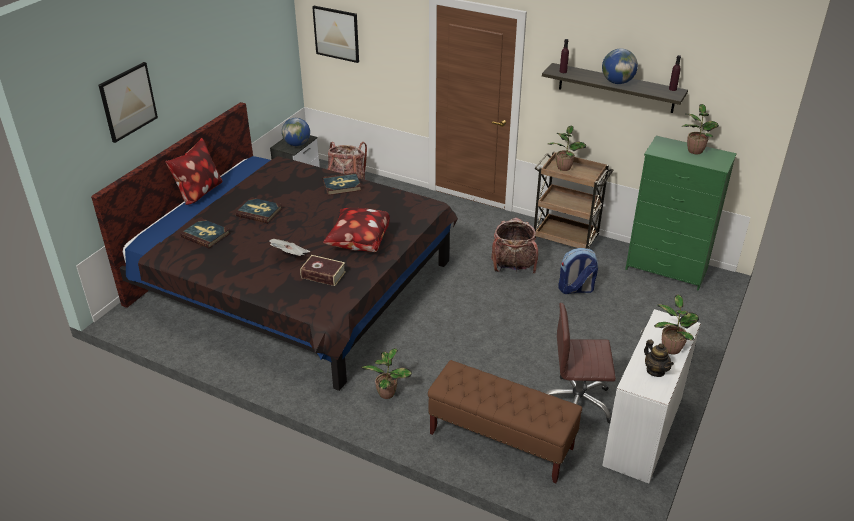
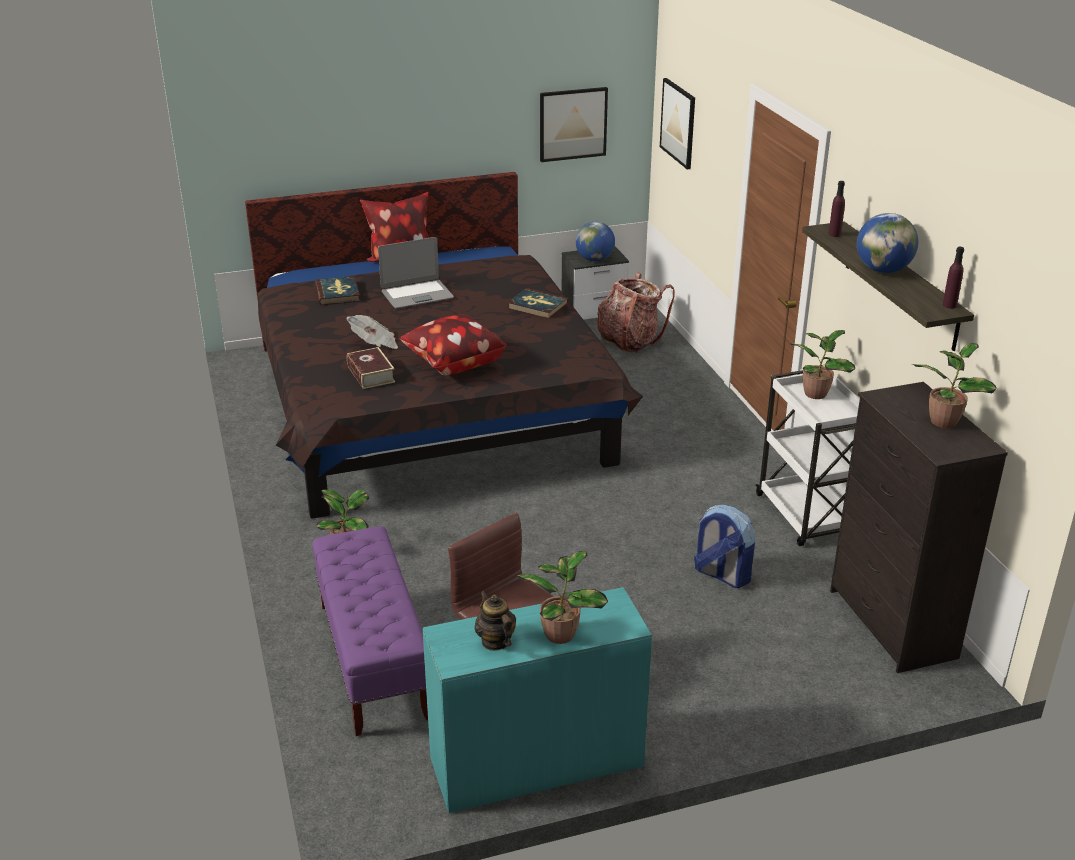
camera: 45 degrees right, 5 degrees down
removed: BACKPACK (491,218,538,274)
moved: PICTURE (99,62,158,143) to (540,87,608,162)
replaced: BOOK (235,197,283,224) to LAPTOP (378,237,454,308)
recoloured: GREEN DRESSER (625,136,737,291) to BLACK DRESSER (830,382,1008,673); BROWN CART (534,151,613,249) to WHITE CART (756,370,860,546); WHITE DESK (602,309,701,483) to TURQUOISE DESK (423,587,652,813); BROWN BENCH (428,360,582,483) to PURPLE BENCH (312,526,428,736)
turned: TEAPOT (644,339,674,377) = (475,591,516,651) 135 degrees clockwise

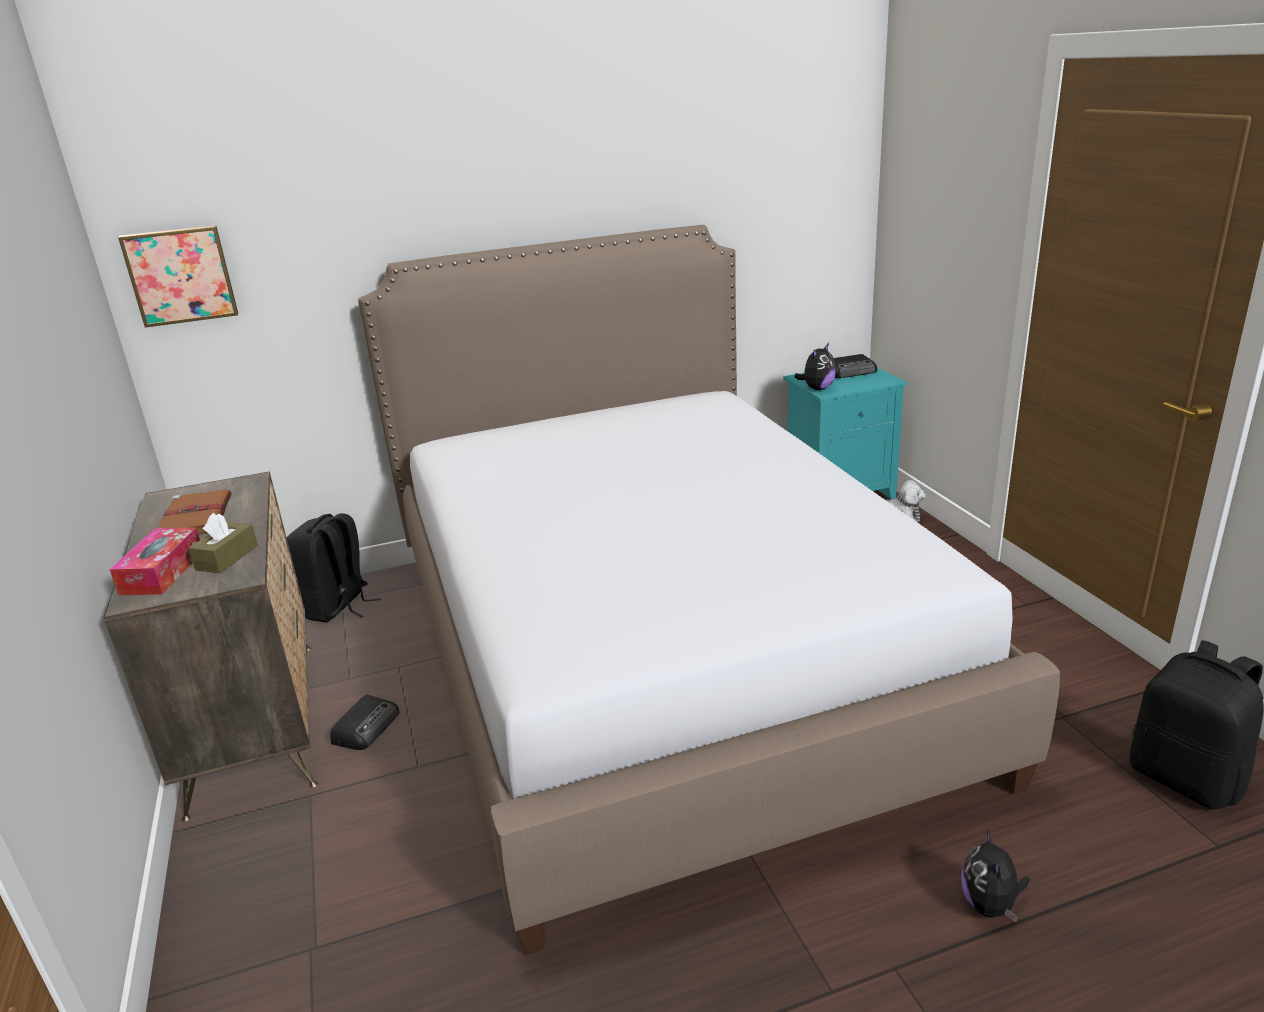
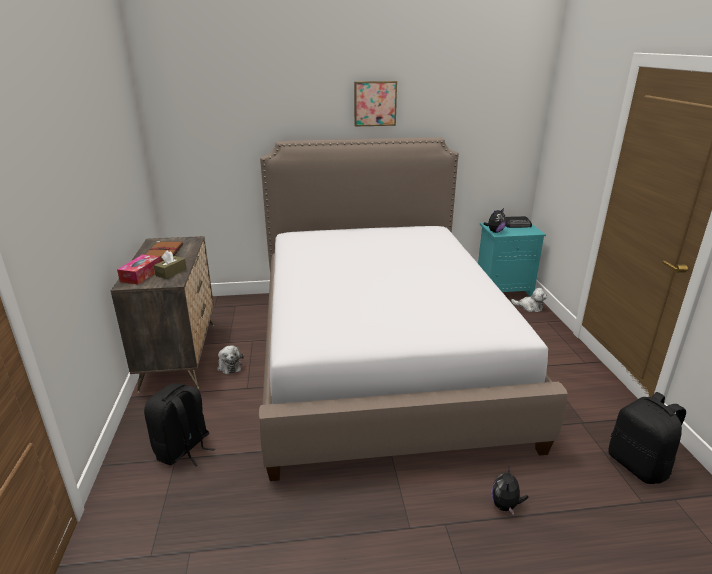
camera: 10 degrees right, 0 degrees up
moved: PICTURE (118,225,238,328) to (354,81,397,126); BLACK BACKPACK (287,513,381,623) to (144,383,215,467)
replaced: RADIO (330,695,399,750) to PLUSH TOY (217,345,244,374)

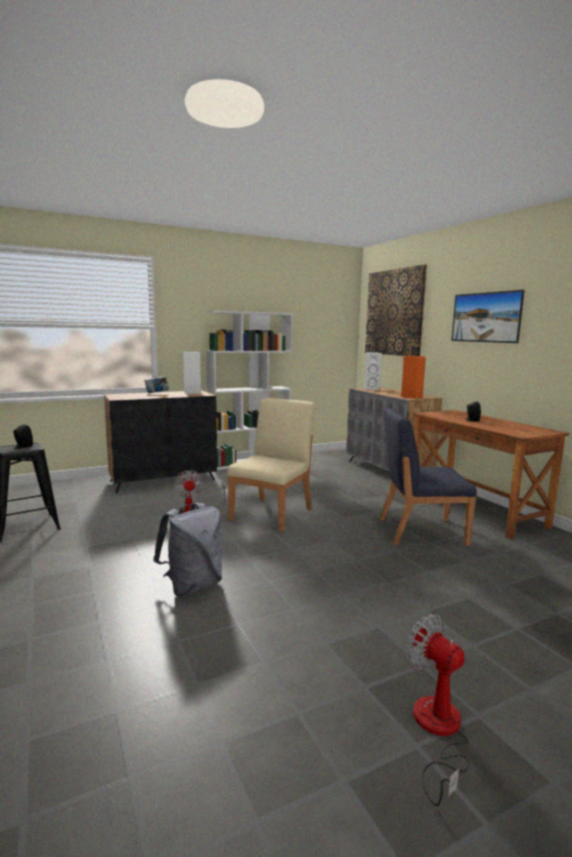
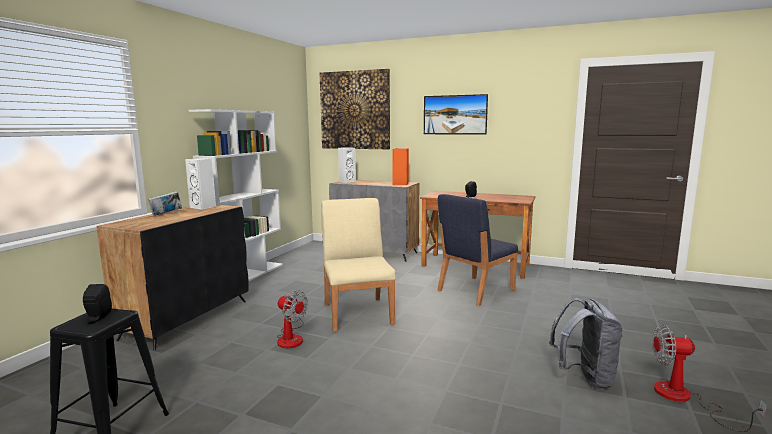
camera: 40 degrees left, 0 degrees up
moved: GREY BACKPACK (153,503,222,596) to (549,298,623,389)

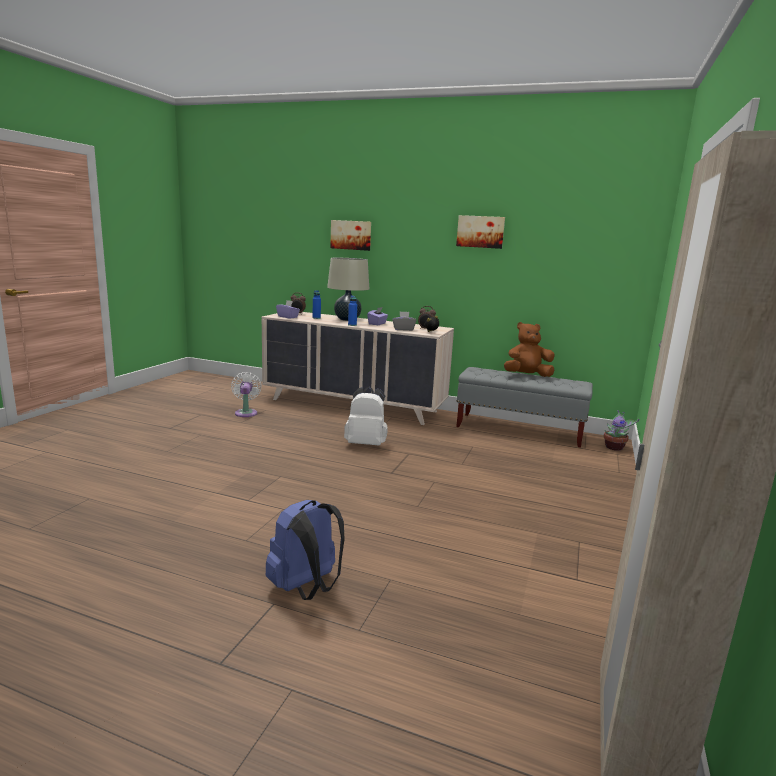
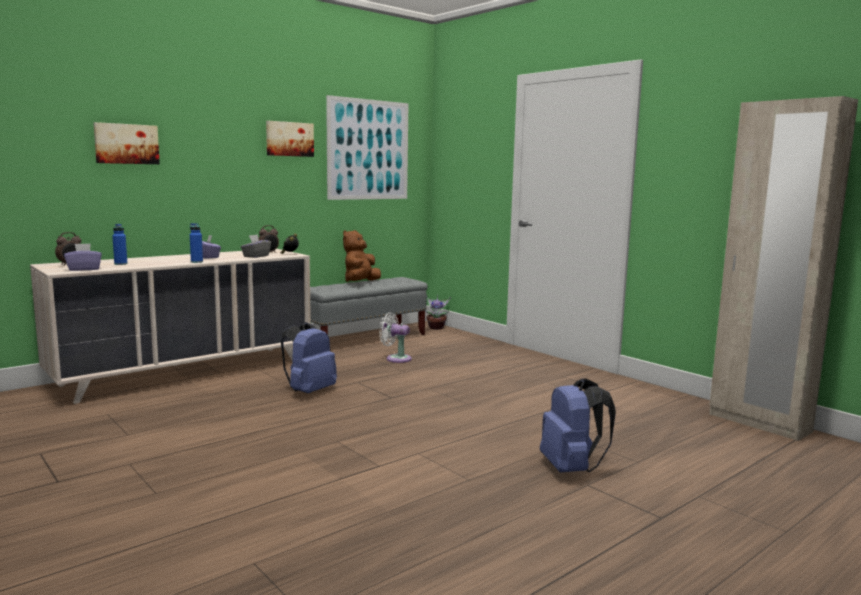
camera: 60 degrees left, 5 degrees down
removed: BEIGE TABLE LAMP (327,258,369,321)
added: PICTURE (326,95,408,200)
moved: WHITE FAN (231,372,261,417) to (379,312,412,363)
recoloured: WHITE BACKPACK (344,387,388,446) to BLUE BACKPACK (281,322,337,393)

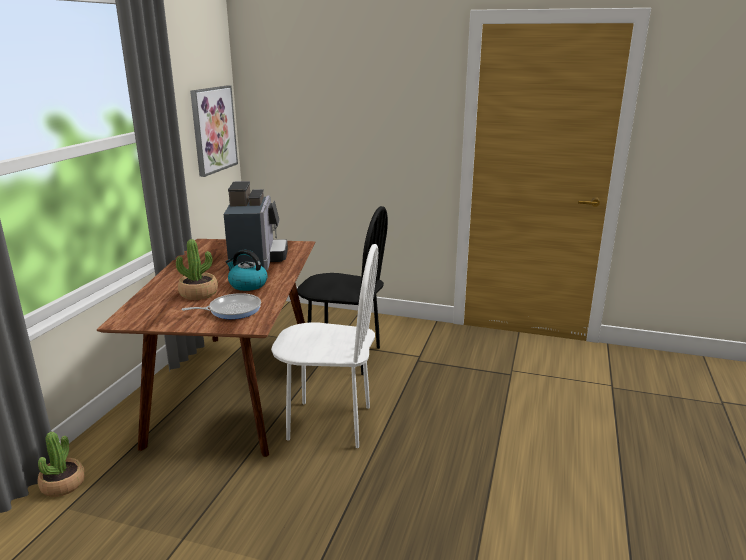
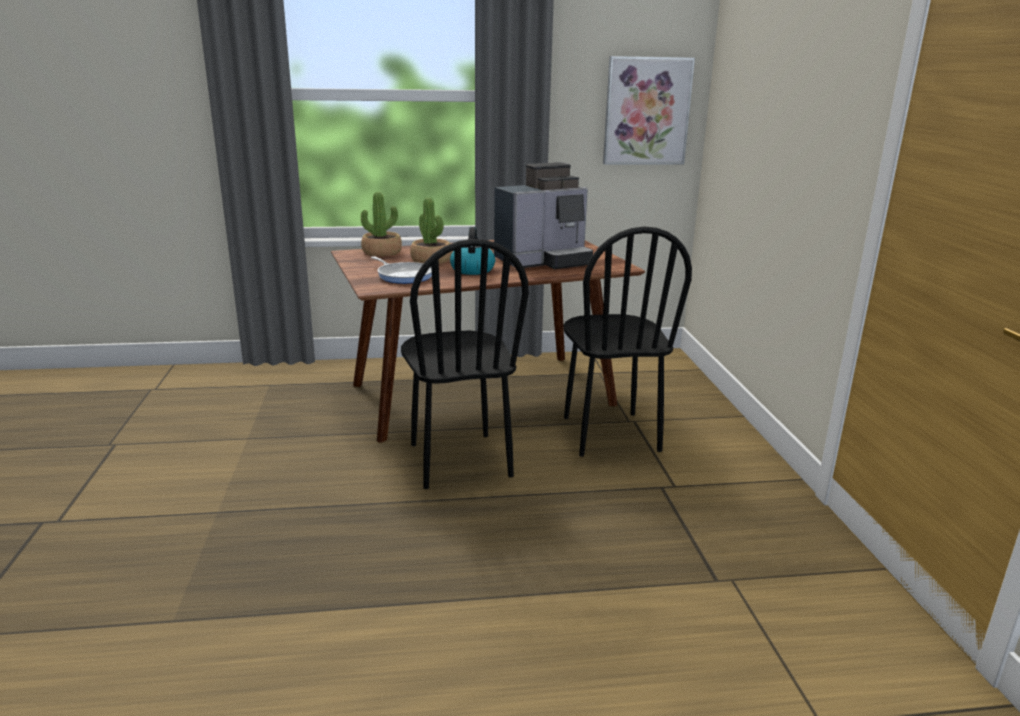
camera: 65 degrees right, 0 degrees up
moved: POTTED PLANT (37,432,85,497) to (361,192,402,256)
recoloured: WHITE CHAIR (271,244,378,448) to BLACK CHAIR (401,239,529,489)

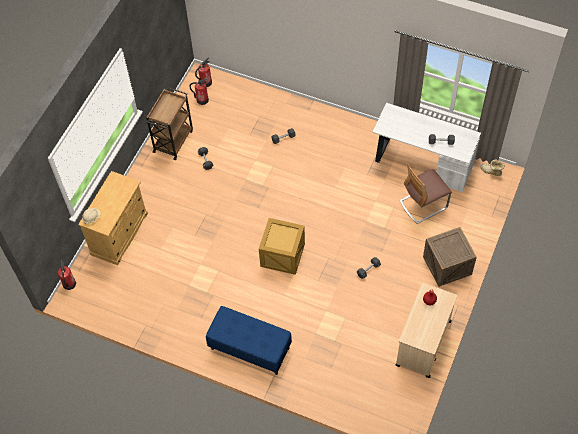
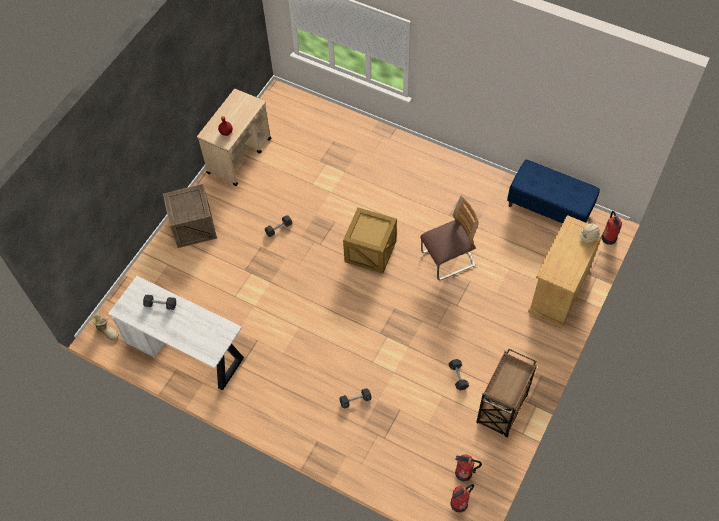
camera: 175 degrees left, 0 degrees up
moved: CHAIR (400,163,452,224) to (420,196,479,280); BLUE BENCH (206,306,292,375) to (507,160,600,224)

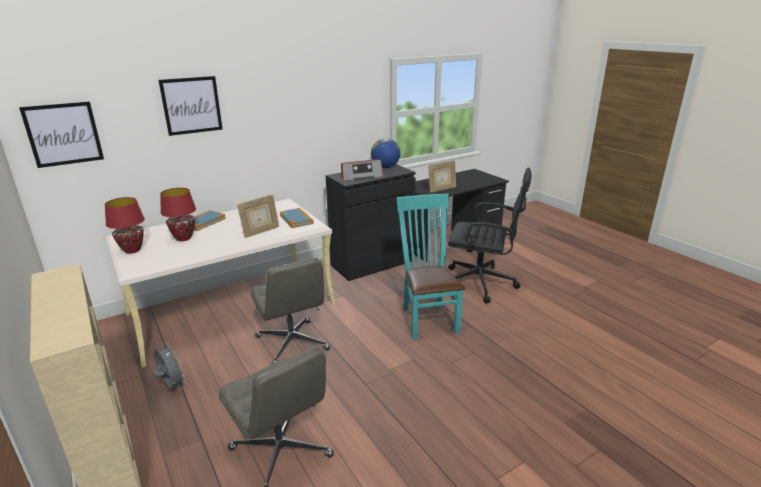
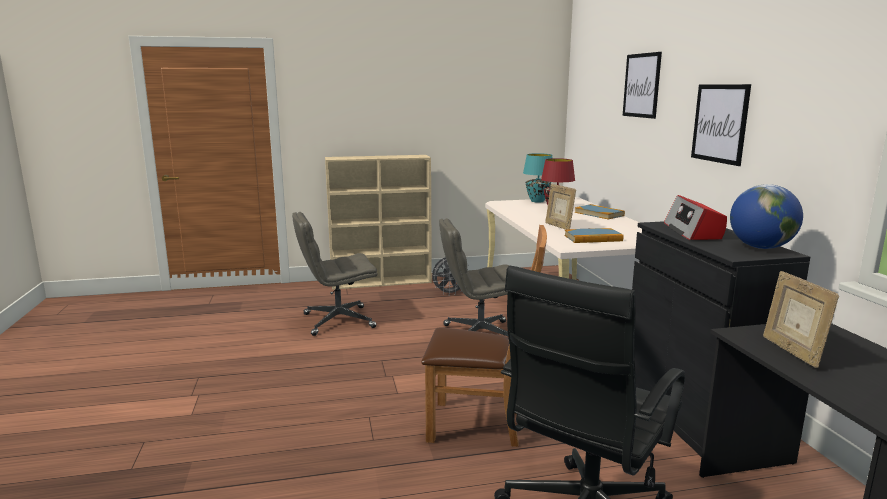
camera: 110 degrees right, 10 degrees down
moved: PICTURE (19,101,104,168) to (691,84,751,166)
recoloured: TURQUOISE CHAIR (396,194,465,339) to BROWN CHAIR (421,225,547,447); RED TABLE LAMP (105,197,145,254) to TURQUOISE TABLE LAMP (523,153,553,203)

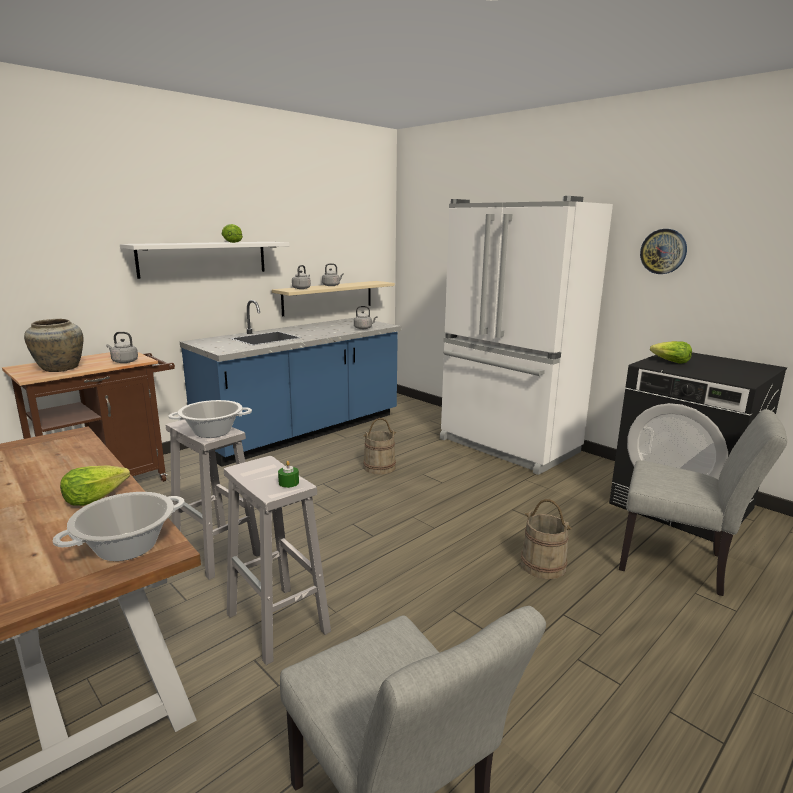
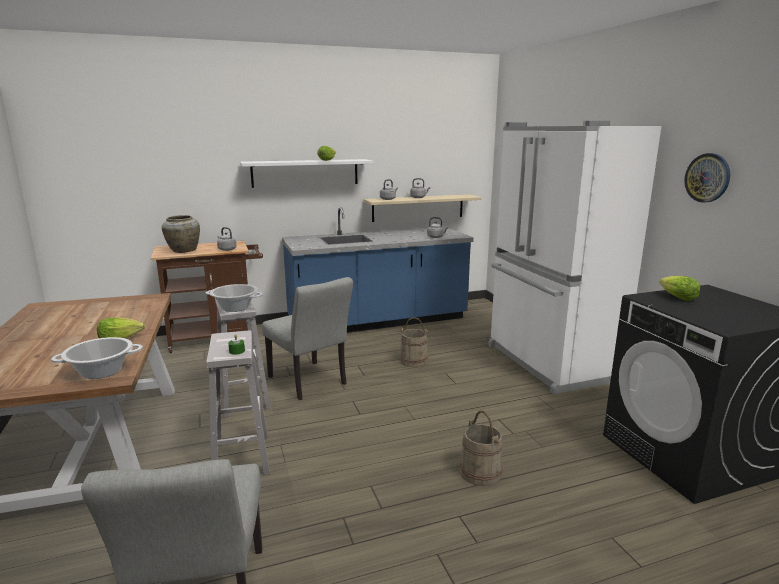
camera: 25 degrees right, 0 degrees up
moved: GREY CHAIR (619,409,787,596) to (262,277,353,400)

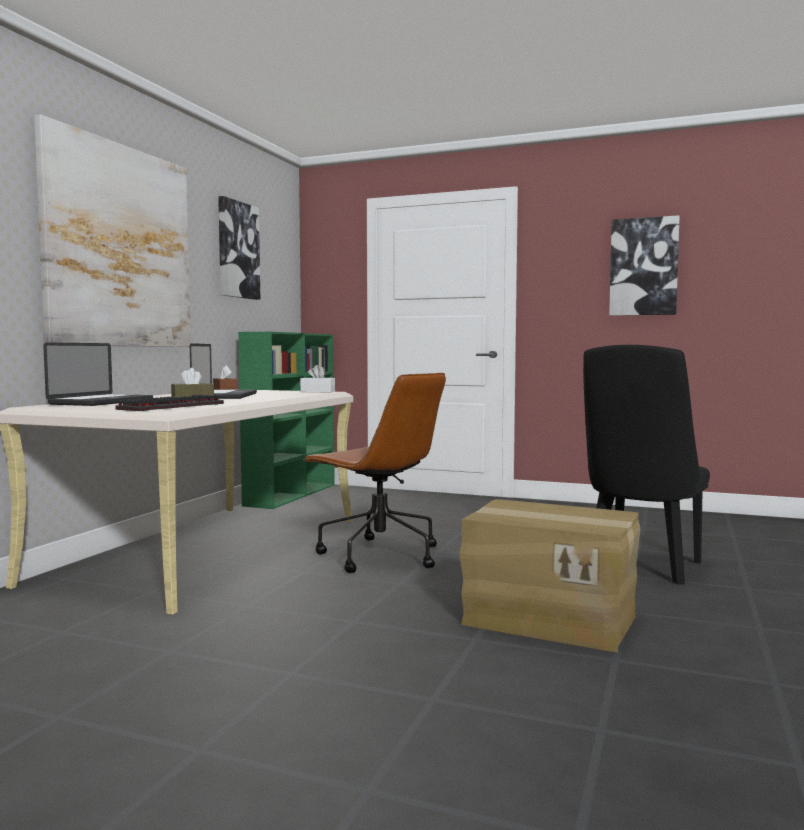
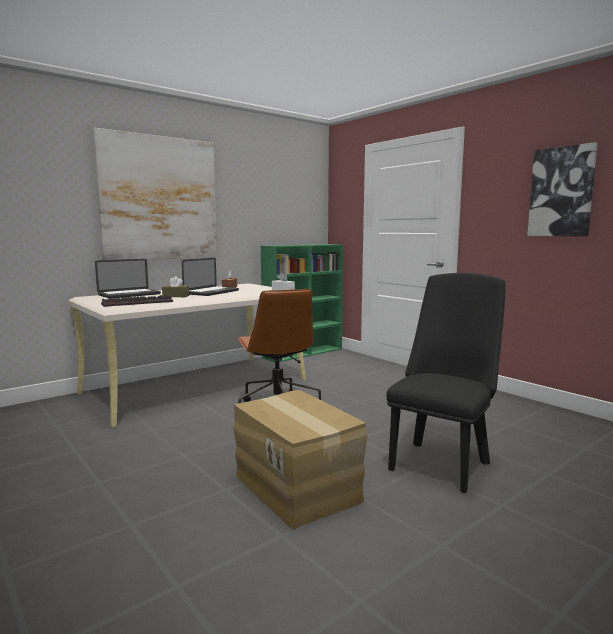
camera: 30 degrees right, 5 degrees up
removed: PICTURE (218,196,260,300)
turned: BLACK CHAIR (583,345,710,584) = (386,273,506,493) 150 degrees clockwise

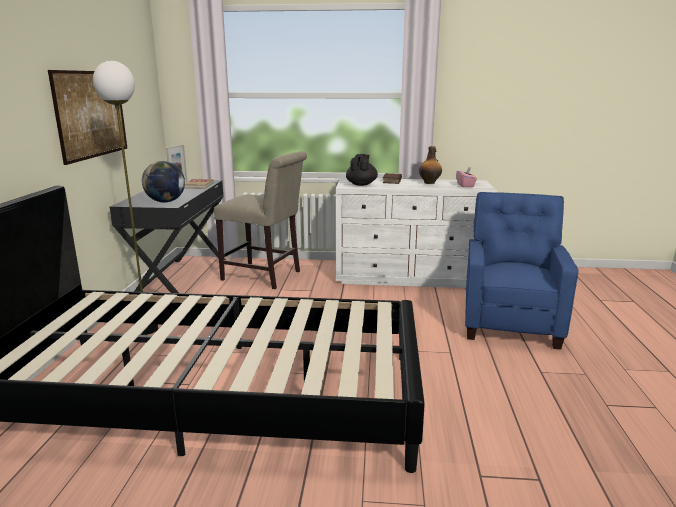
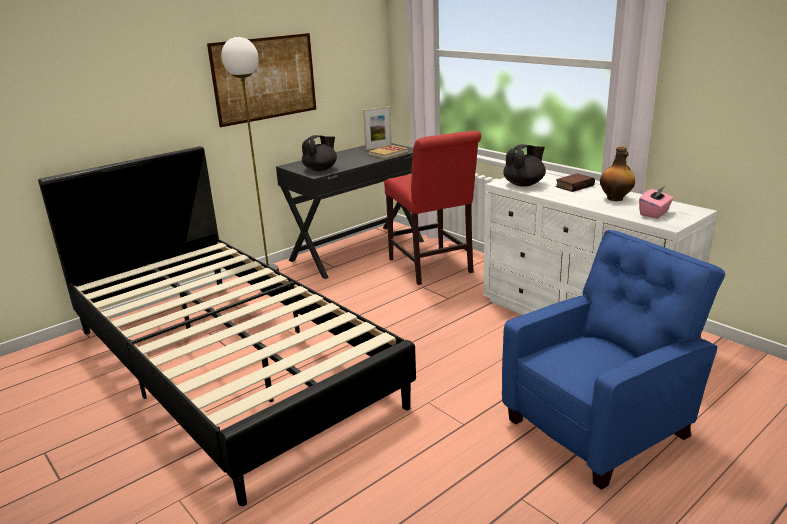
camera: 45 degrees right, 5 degrees up
replaced: GLOBE (142,161,185,202) to BLACK TEAPOT (302,135,337,171)
recoloured: BEIGE CHAIR (214,151,307,289) to RED CHAIR (384,131,481,285)

